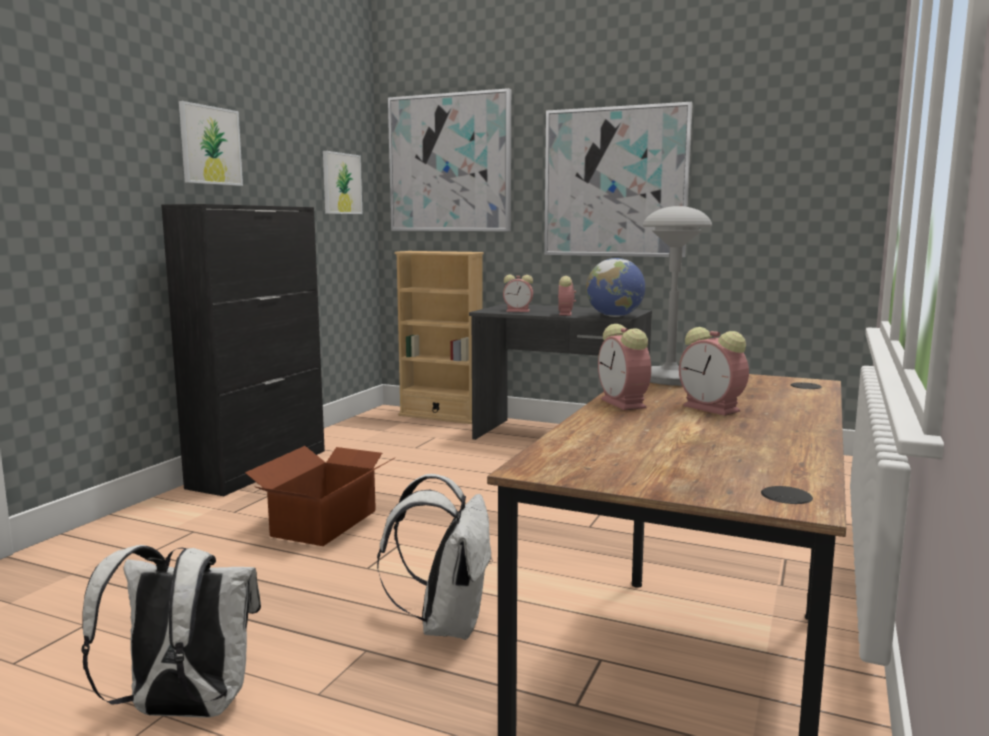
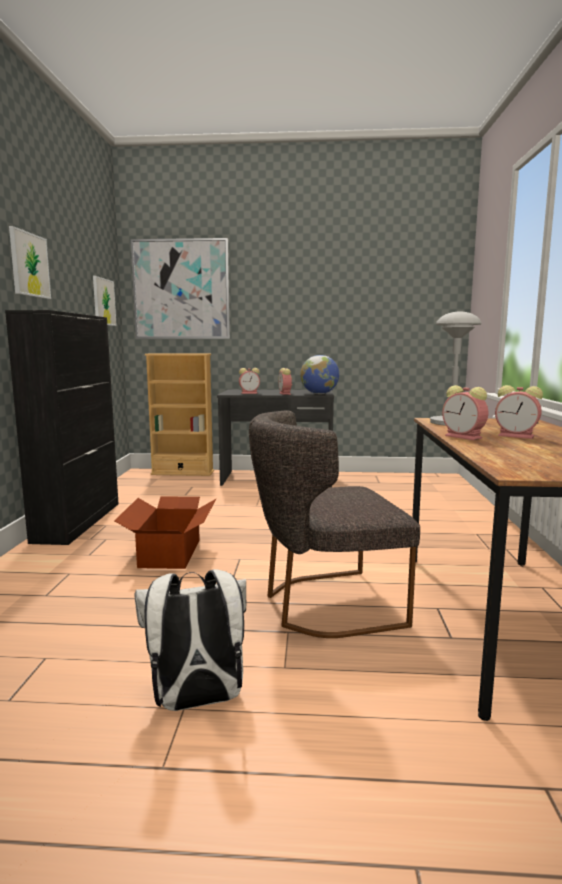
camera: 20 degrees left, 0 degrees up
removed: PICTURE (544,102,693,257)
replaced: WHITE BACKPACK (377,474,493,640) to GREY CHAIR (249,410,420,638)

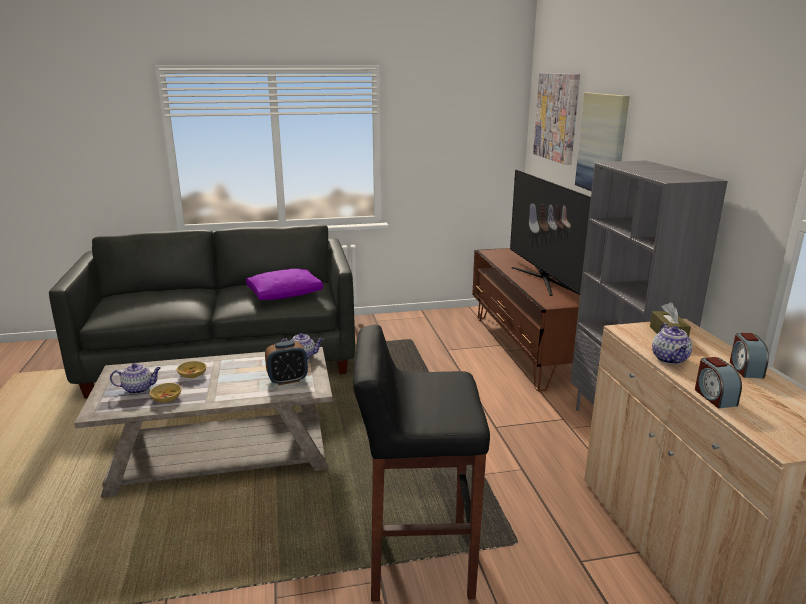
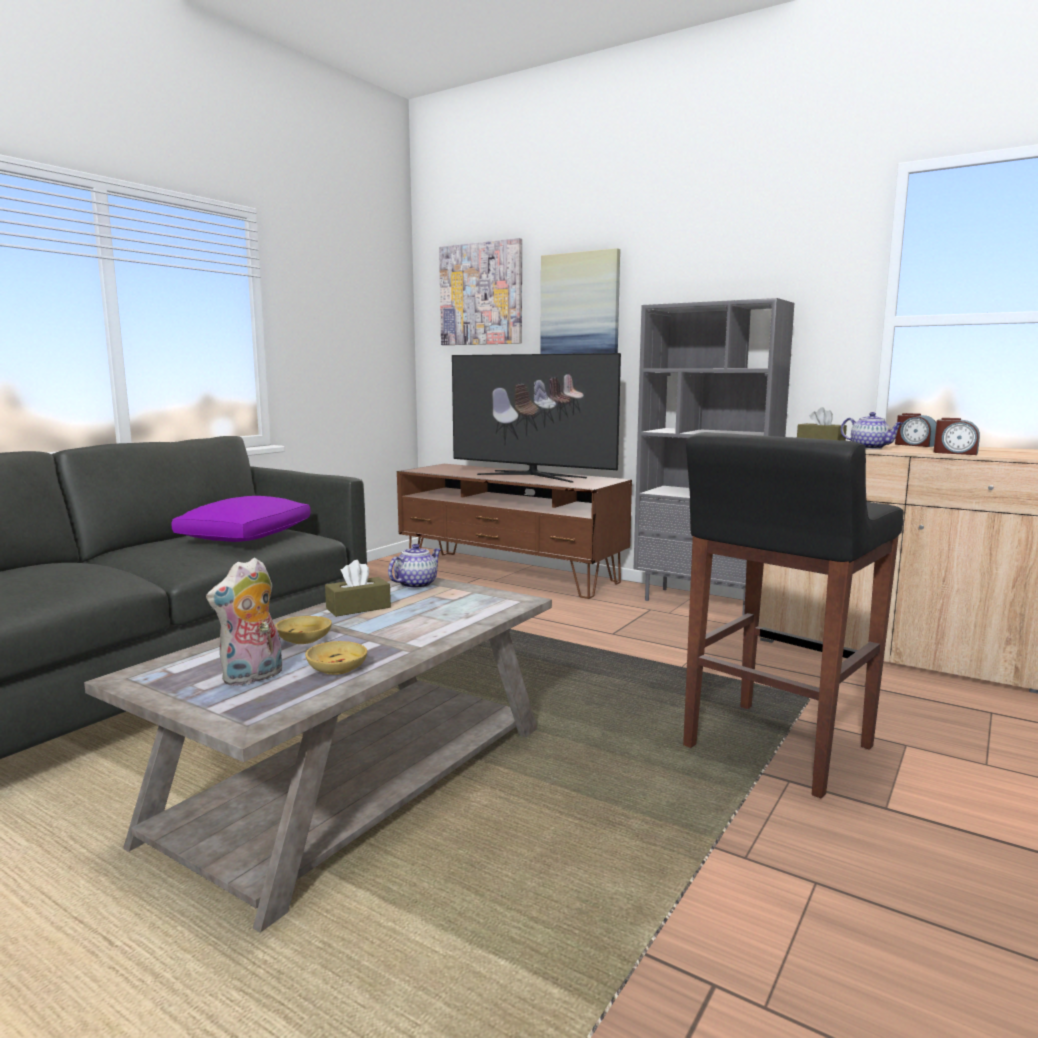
camera: 45 degrees left, 10 degrees down
removed: ALARM CLOCK (265,341,308,385)
added: BROWN TISSUE BOX (325,560,391,617)
replaced: TEAPOT (110,363,161,394) to PLUSH TOY (206,557,282,686)

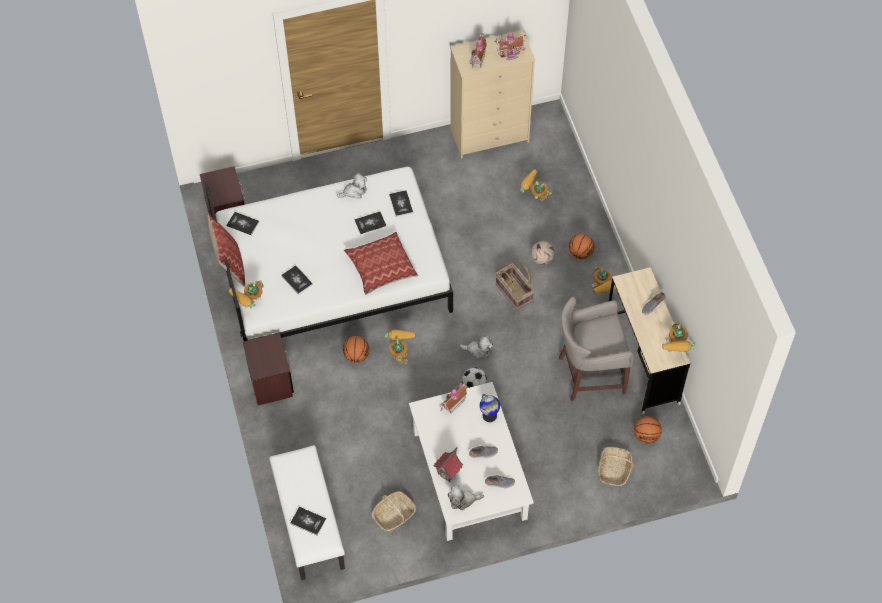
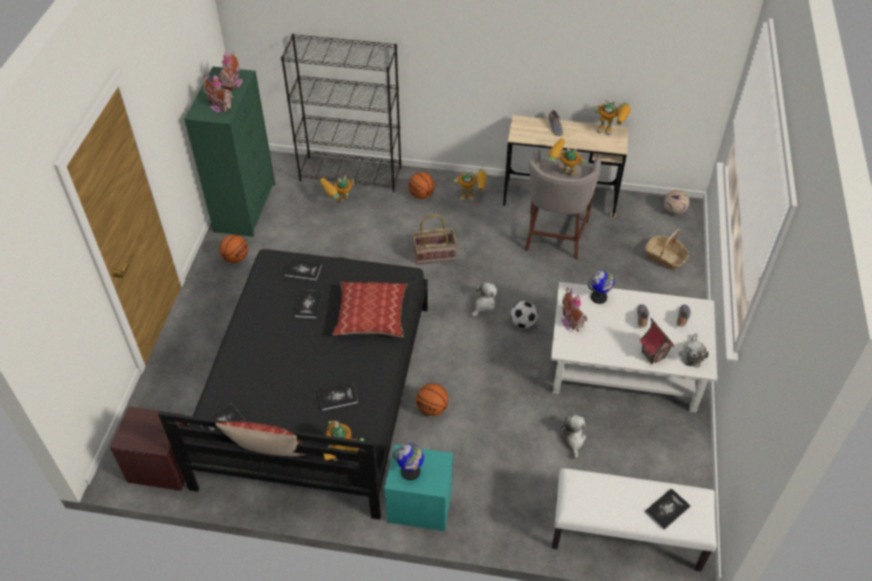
camera: 65 degrees left, 10 degrees down
removed: BASKET (372,491,416,531)
added: BLACK BOOKCASE (281,34,401,192); GLOBE (393,443,424,480)
moved: PLUSH TOY (337,173,367,199) to (560,414,586,459); FOOTBALL (531,241,555,265) to (664,190,689,215); TOY ROBOT (384,330,415,364) to (548,138,586,175); BASKETBALL (634,416,662,444) to (219,235,248,263)
recoloured: BEIGE DRESSER (450,30,535,158) to GREEN DRESSER (184,66,275,237); WHITE BED (204,167,453,341) to BLACK BED (158,249,428,520); BROWN NIGHTSTAND (243,333,294,405) to TURQUOISE NIGHTSTAND (384,445,453,531)

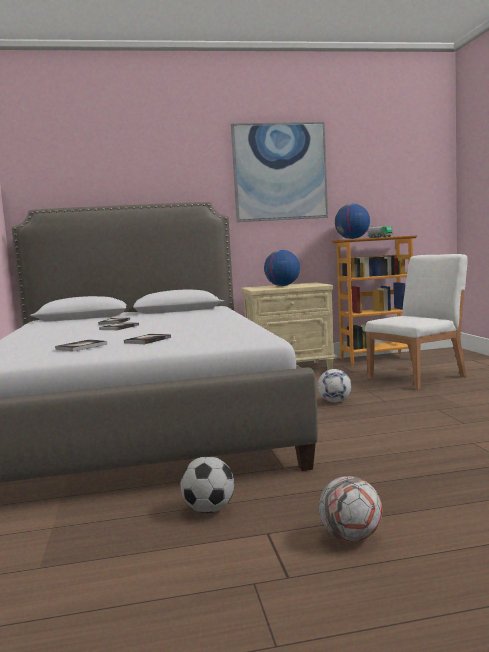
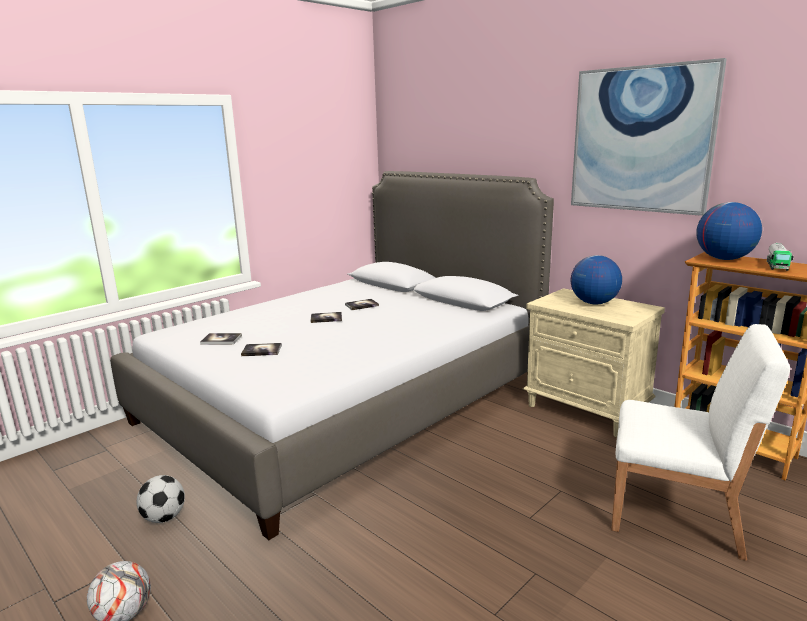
camera: 55 degrees right, 10 degrees up
removed: FOOTBALL (318,369,351,402)

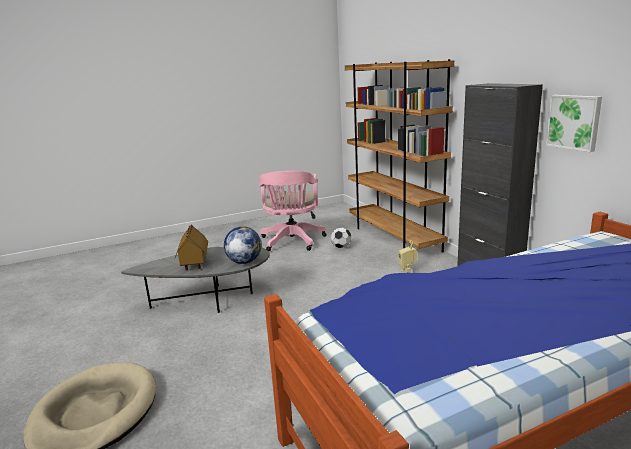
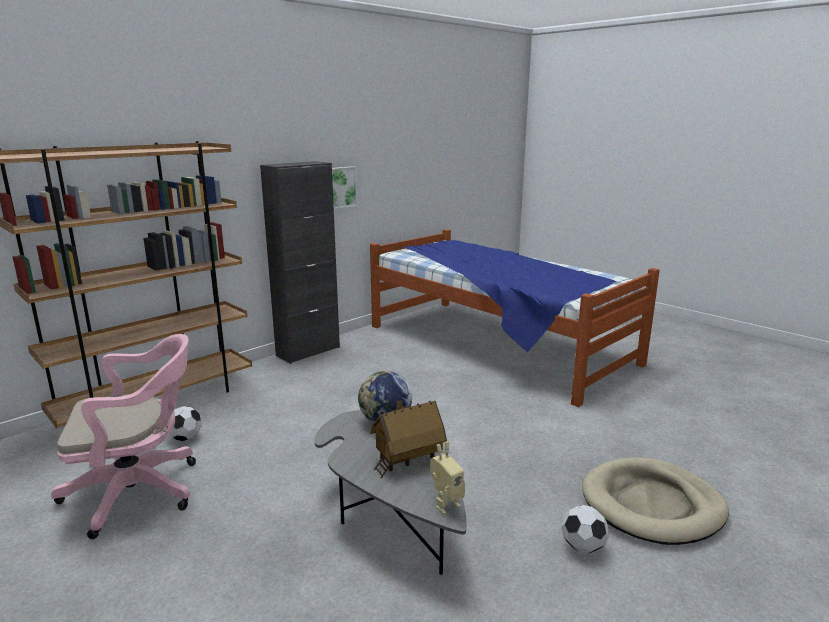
camera: 110 degrees left, 0 degrees up
added: FOOTBALL (562,505,609,554)
moved: TOY ROBOT (398,240,418,273) to (430,441,465,514)

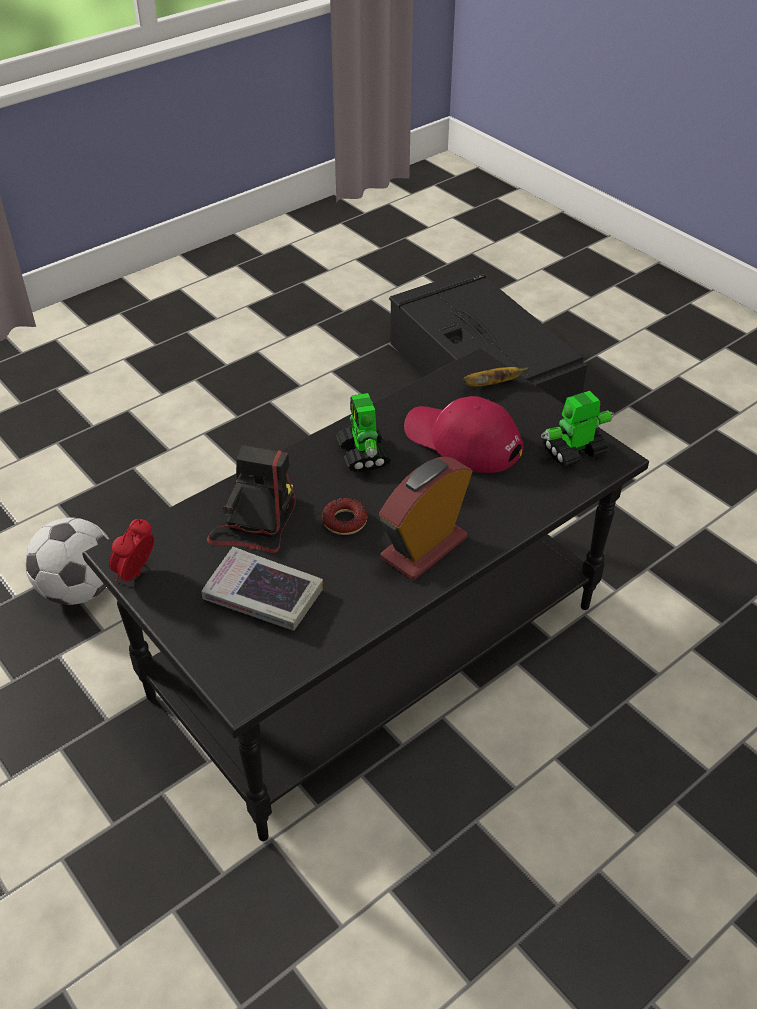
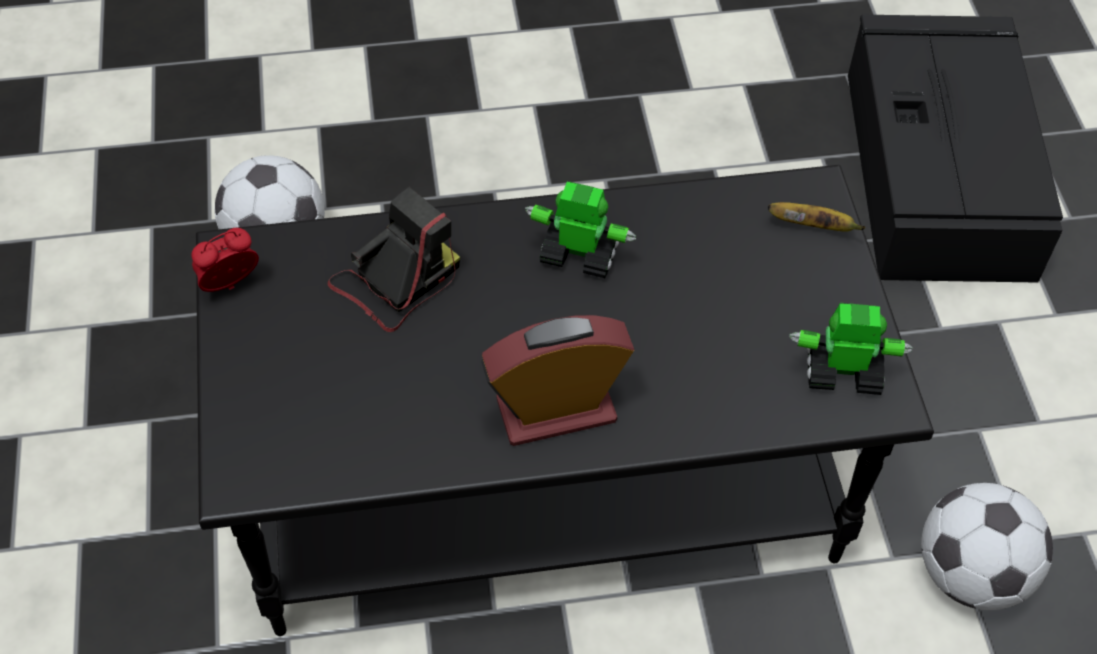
camera: 30 degrees right, 10 degrees up
removed: RED CAP (404,396,523,473); DONUT (322,498,368,535); BOOK (201,547,323,631)
added: FOOTBALL (921,483,1053,610)
turned: TOY ROBOT (337,393,391,472) = (525,181,636,278) 90 degrees clockwise

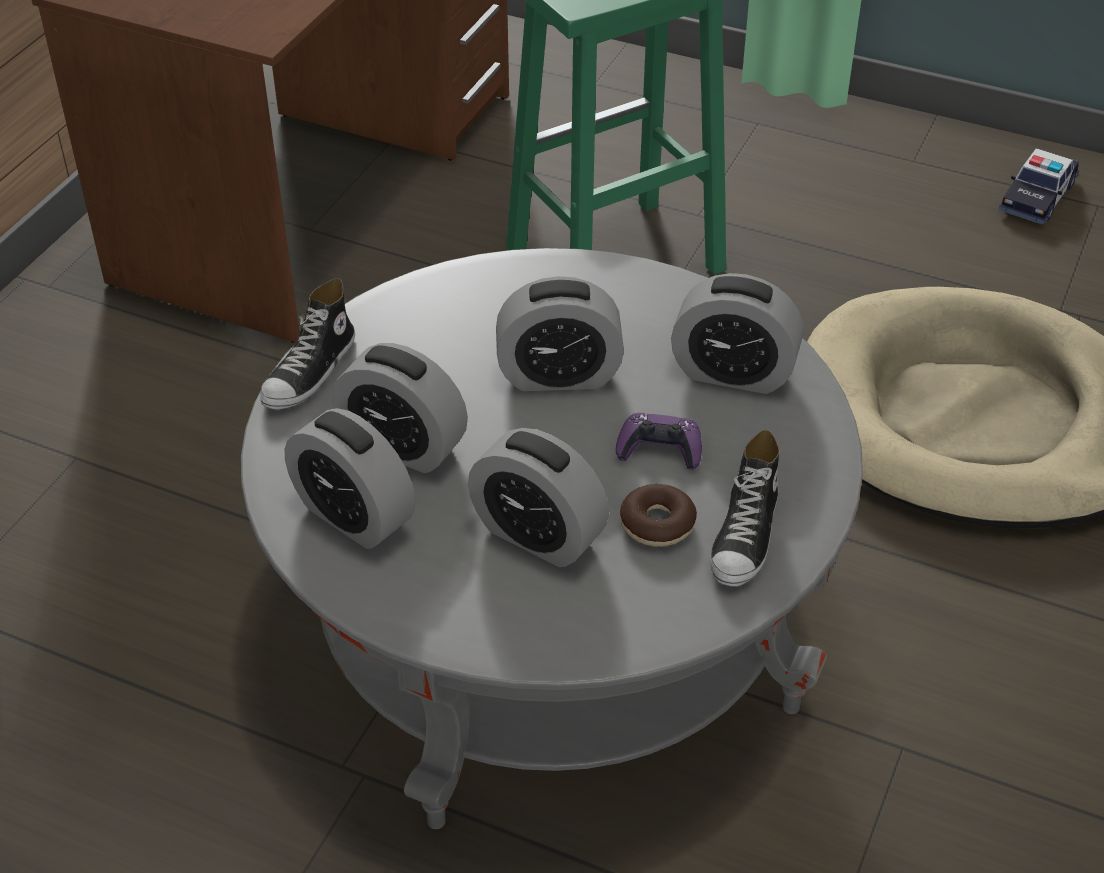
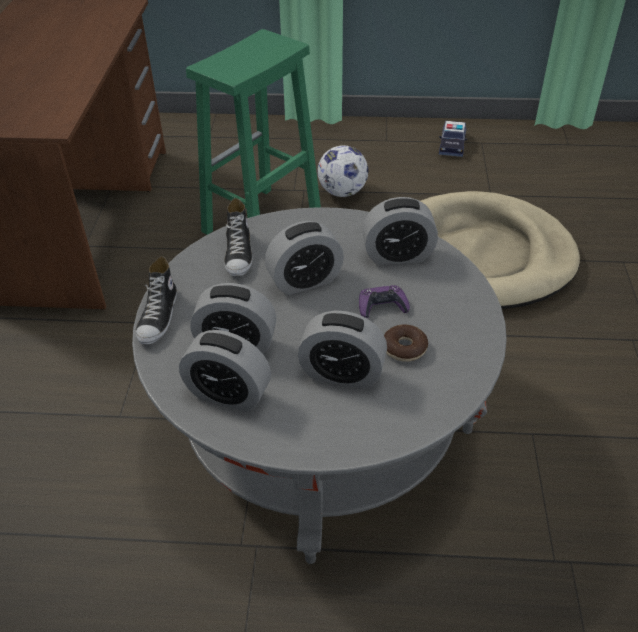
camera: 20 degrees left, 0 degrees up
added: FOOTBALL (317,145,368,197)
moved: SHOE (710,430,779,587) to (224,198,252,276)

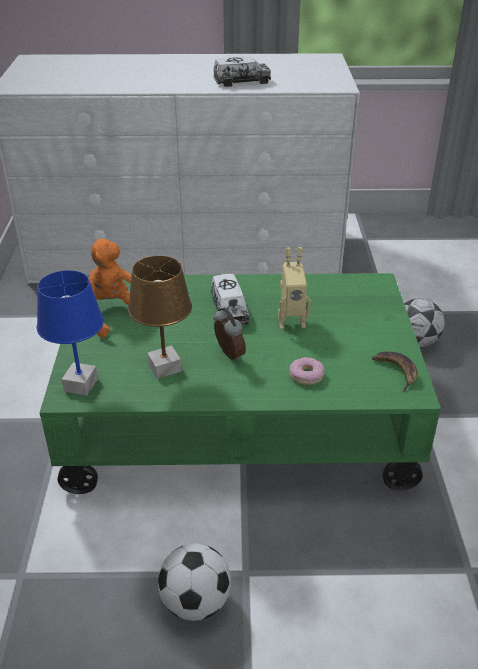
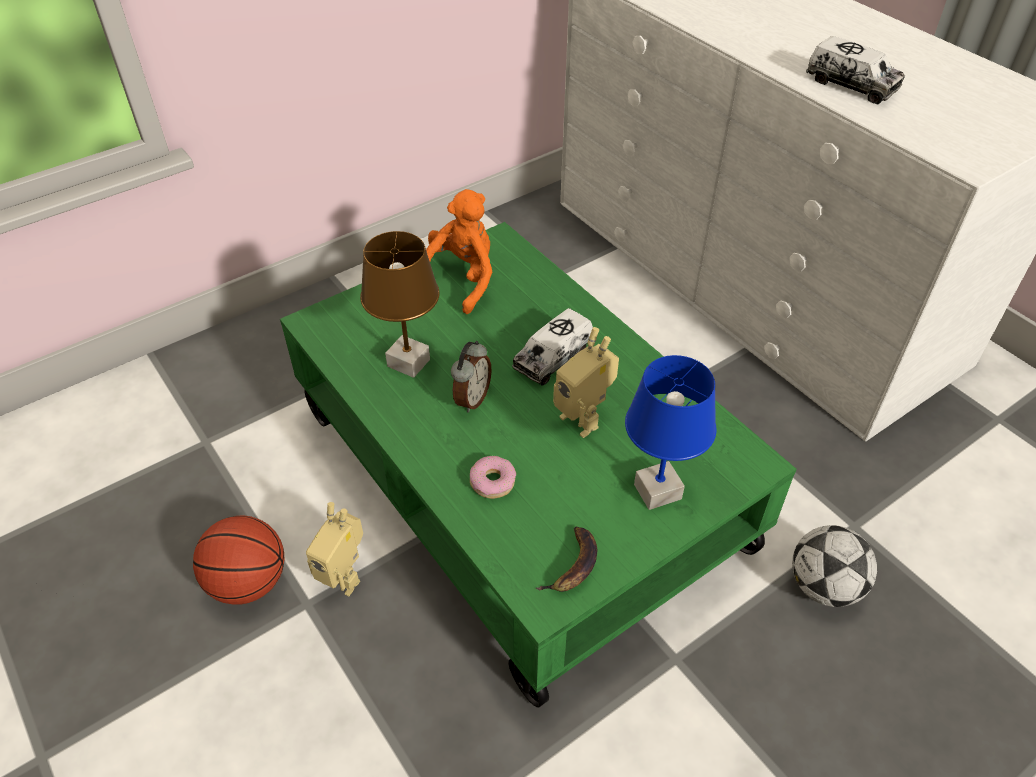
camera: 55 degrees right, 10 degrees up
added: TOY ROBOT (306,502,363,597)
moved: BLUE TABLE LAMP (37,270,104,396) to (625,355,717,510)
replaced: FOOTBALL (158,544,231,621) to BASKETBALL (193,516,285,605)

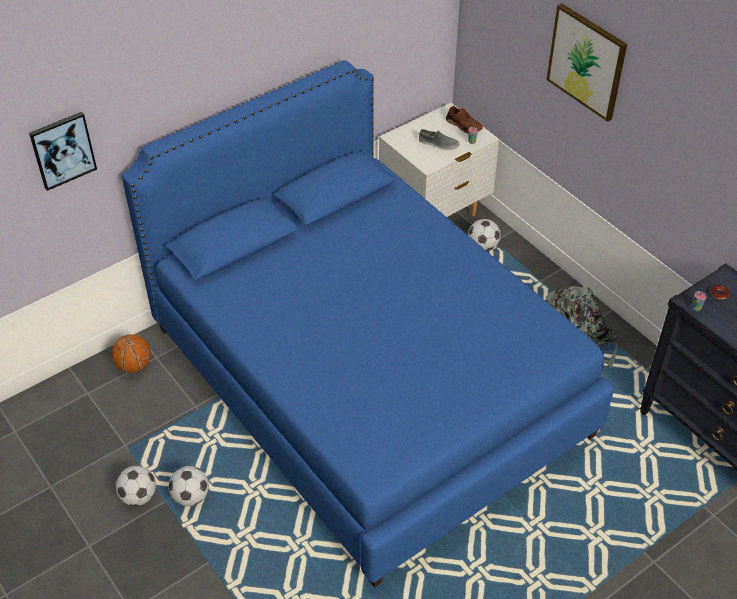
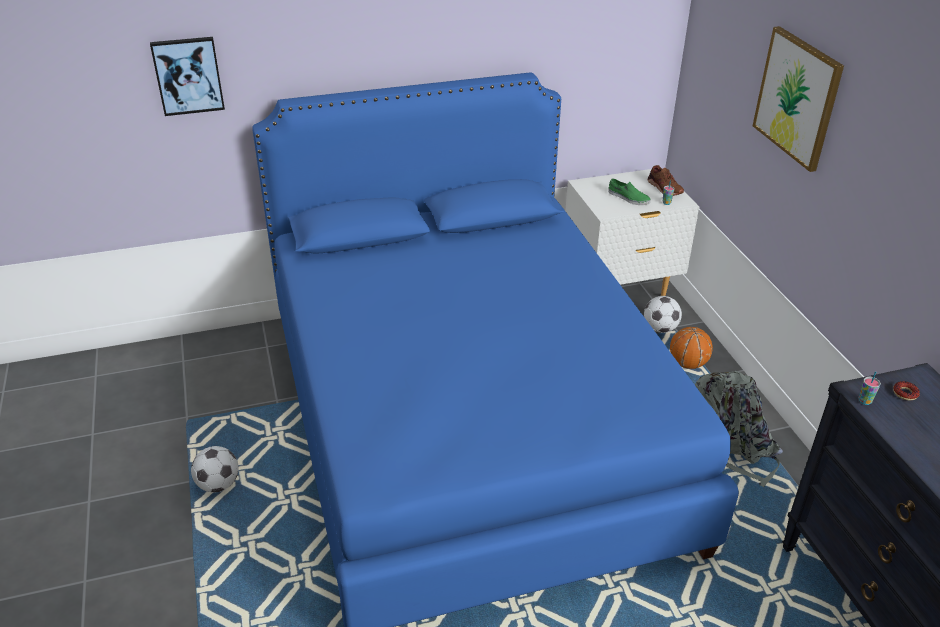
camera: 20 degrees right, 10 degrees down
removed: FOOTBALL (115,466,156,506)
moved: BASKETBALL (111,334,151,373) to (670,327,713,369)
recoloured: GREY SHOE (419,129,459,150) to GREEN SHOE (608,179,651,205)

